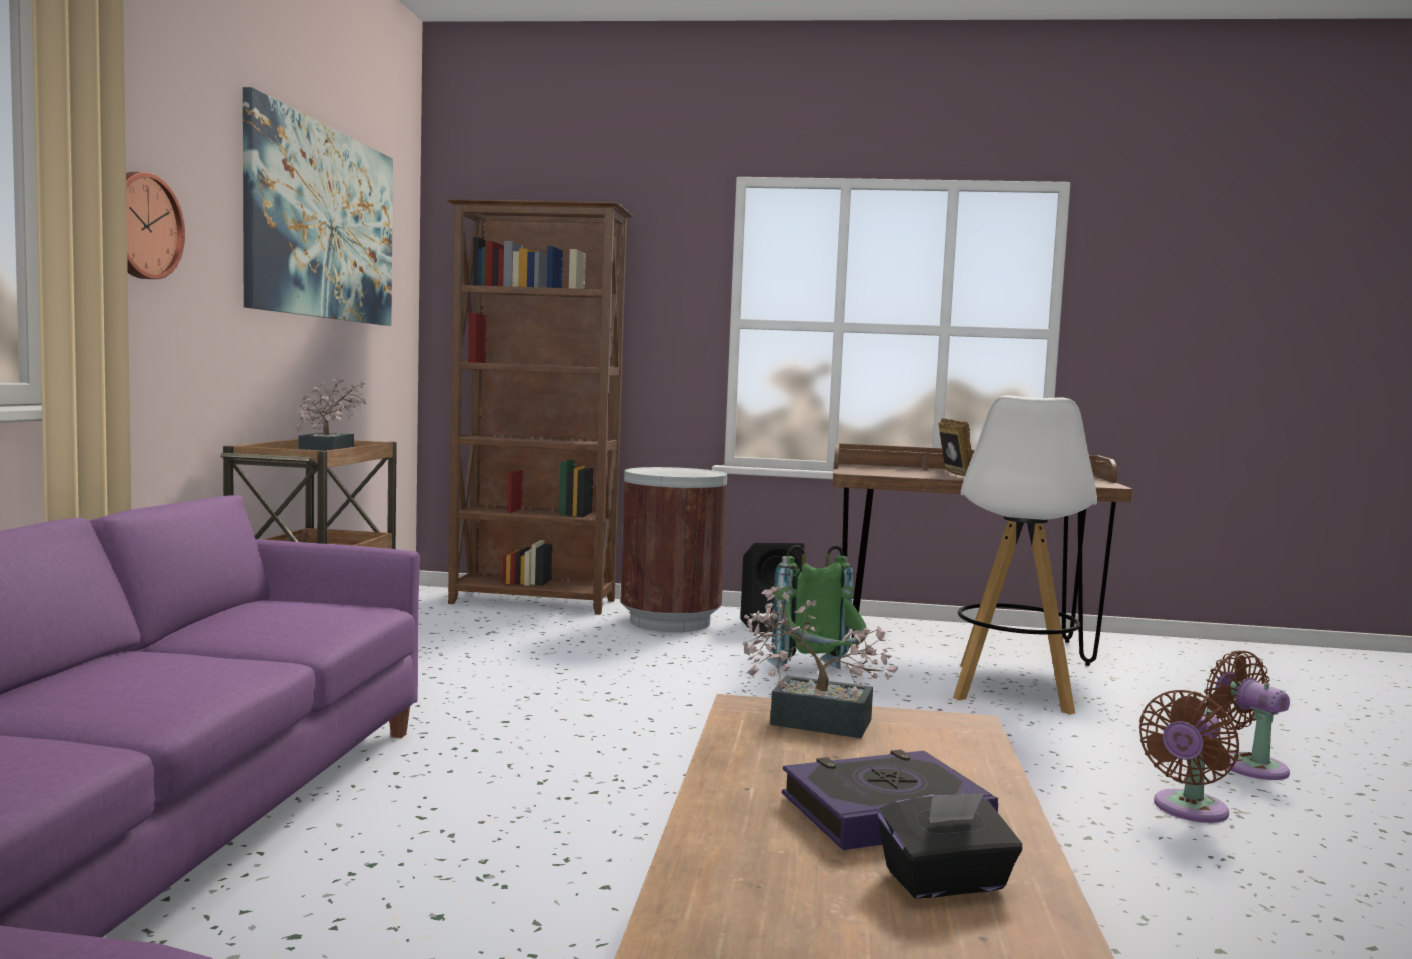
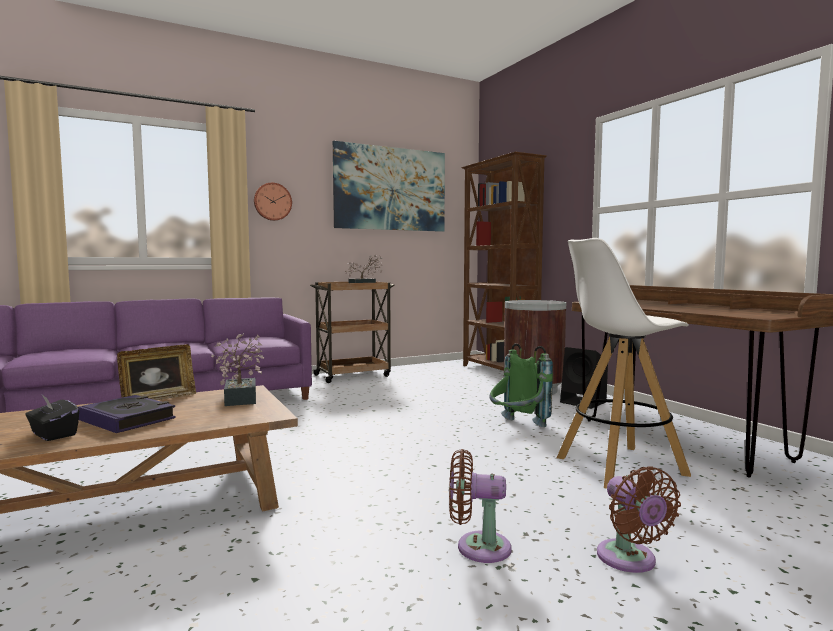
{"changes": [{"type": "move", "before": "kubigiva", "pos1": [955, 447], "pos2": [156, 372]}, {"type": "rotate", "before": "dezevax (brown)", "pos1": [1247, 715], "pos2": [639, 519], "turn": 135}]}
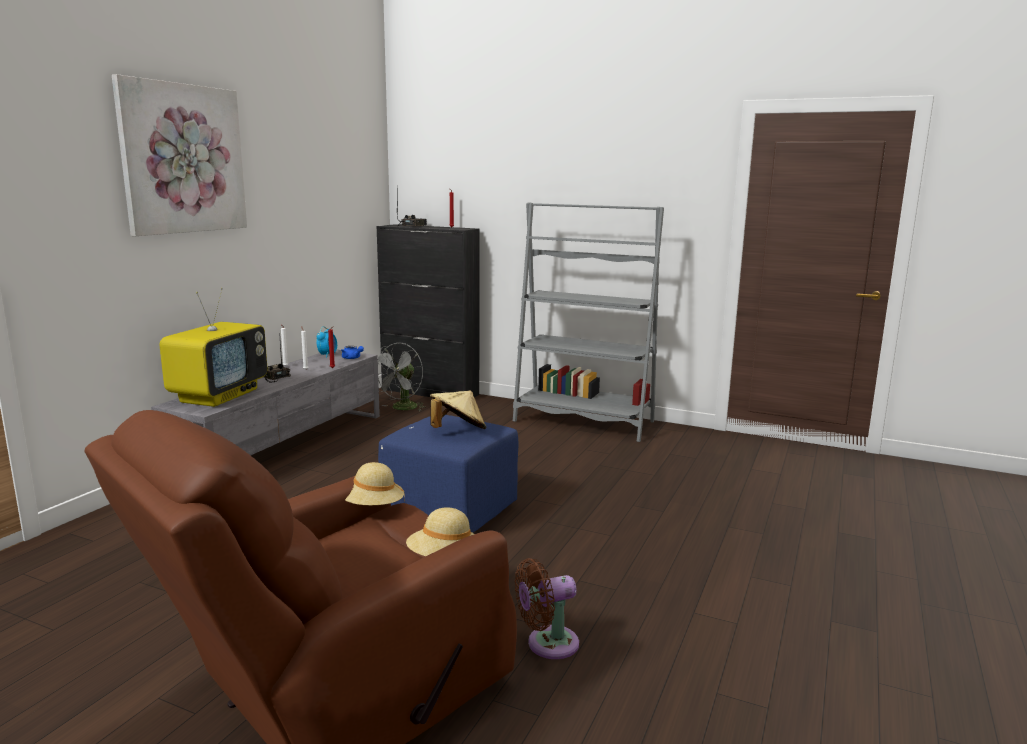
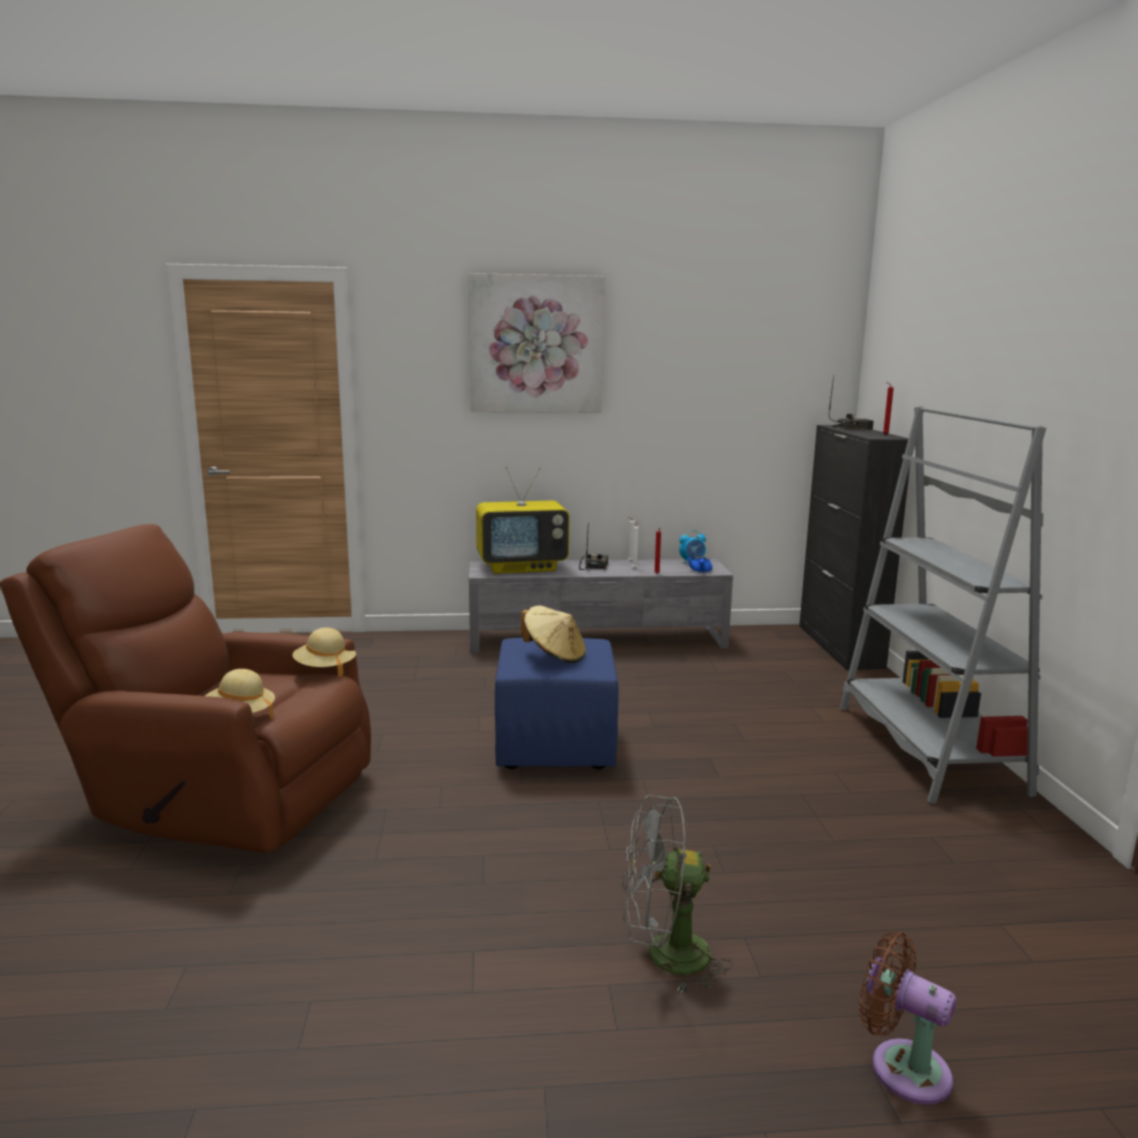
{"changes": [{"type": "move", "before": "dezevax (grey)", "pos1": [402, 377], "pos2": [677, 894]}, {"type": "move", "before": "dezevax (brown)", "pos1": [547, 608], "pos2": [908, 1017]}]}
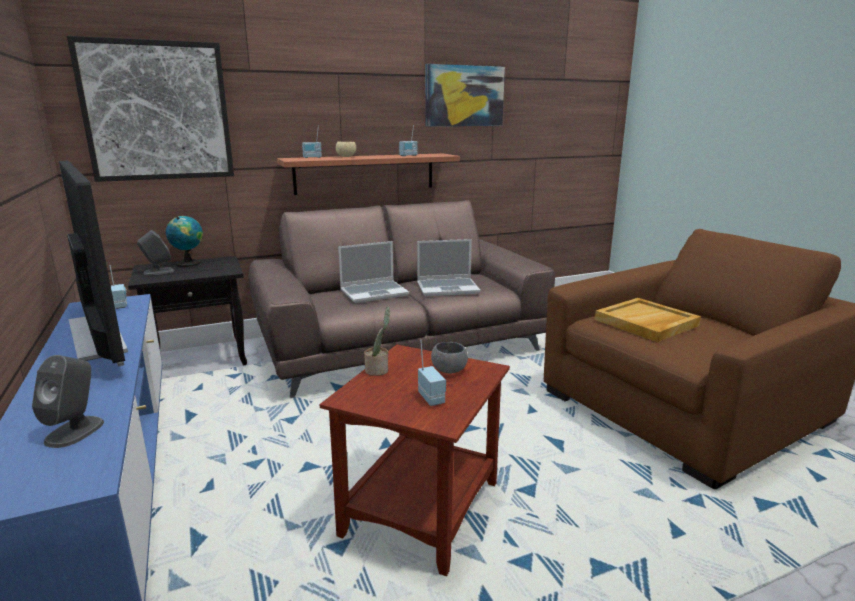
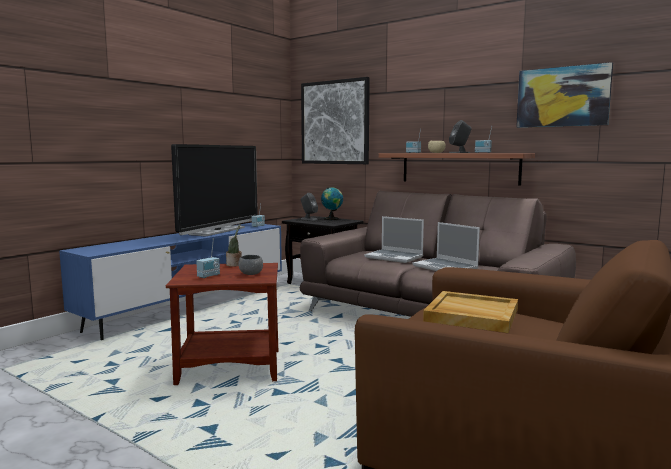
{"changes": [{"type": "move", "before": "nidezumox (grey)", "pos1": [68, 401], "pos2": [460, 136]}]}
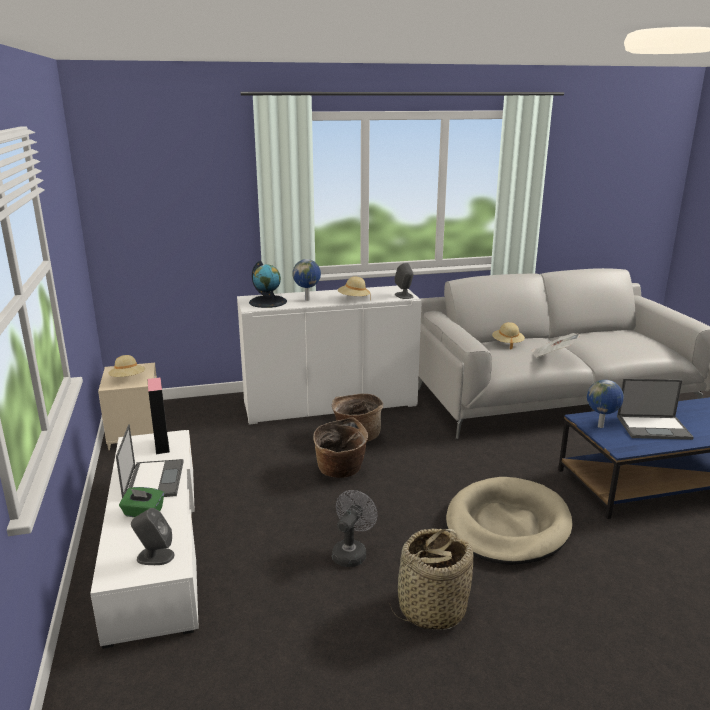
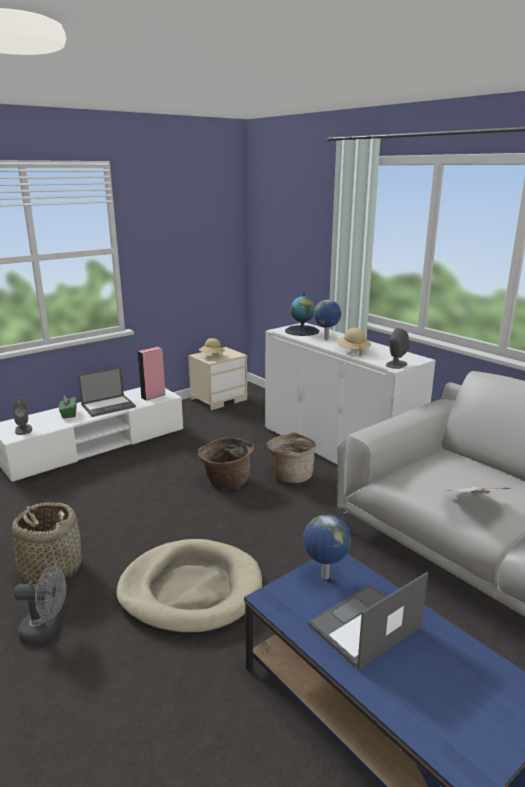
{"changes": [{"type": "delete", "before": "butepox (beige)", "pos1": [508, 336]}, {"type": "rotate", "before": "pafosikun", "pos1": [655, 409], "pos2": [368, 621], "turn": 75}, {"type": "move", "before": "dezevax (grey)", "pos1": [355, 528], "pos2": [40, 605]}]}
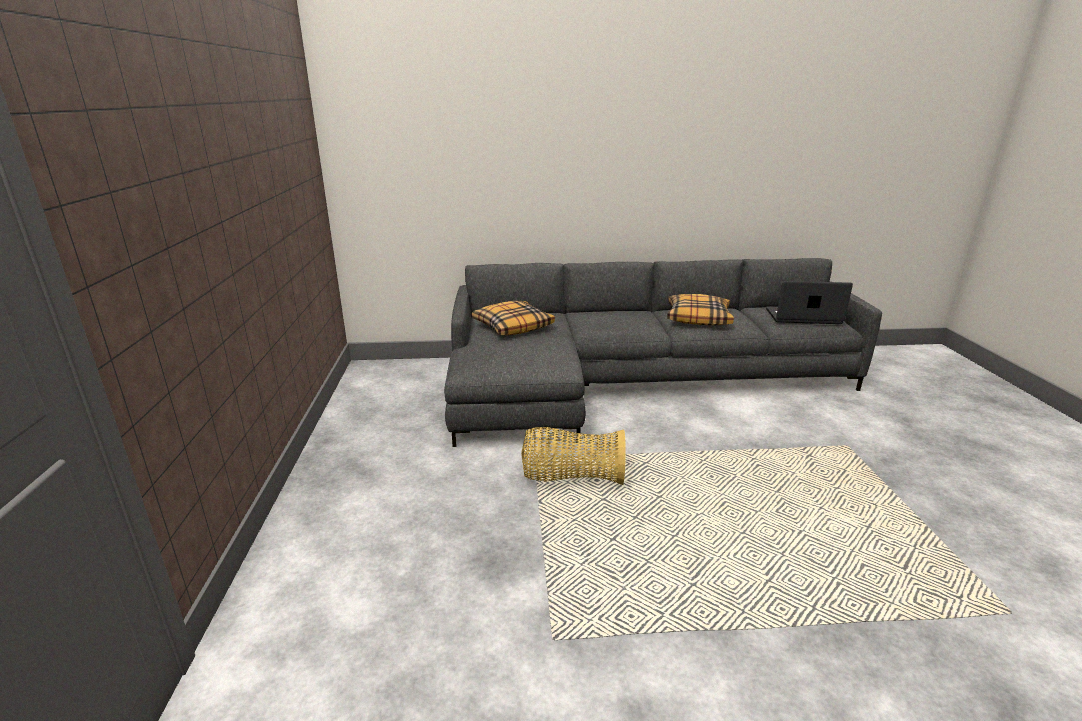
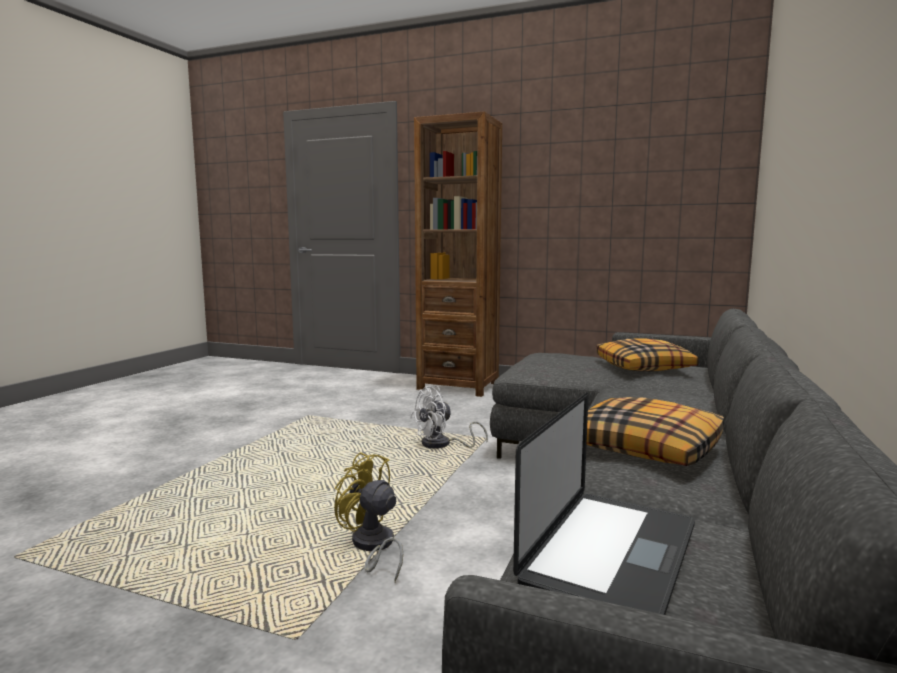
{"changes": [{"type": "replace", "before": "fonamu", "after": "dezevax (white)", "pos1": [573, 456], "pos2": [449, 417]}, {"type": "insert", "after": "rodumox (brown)", "pos2": [458, 254]}, {"type": "insert", "after": "dezevax (yellow)", "pos2": [368, 517]}]}
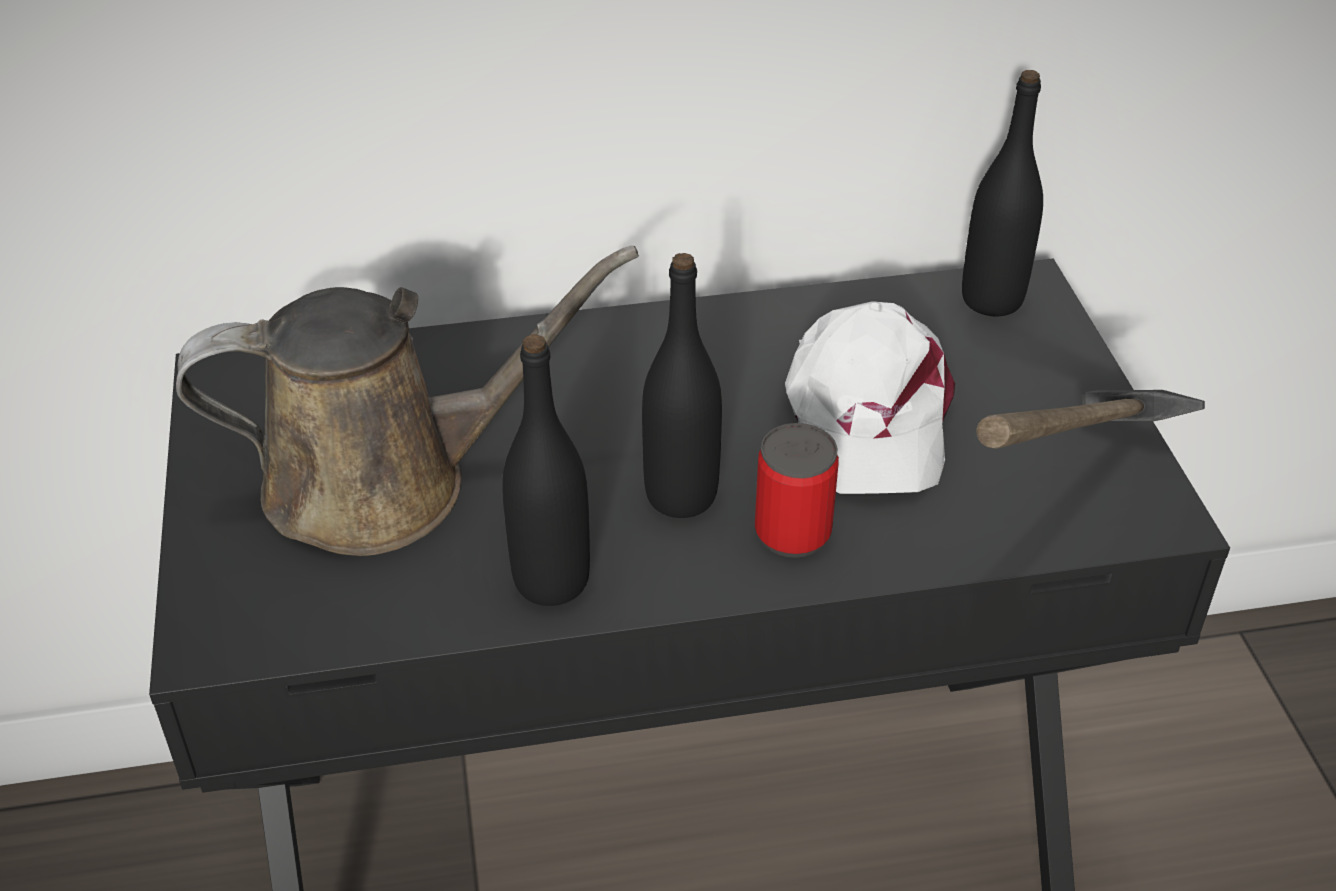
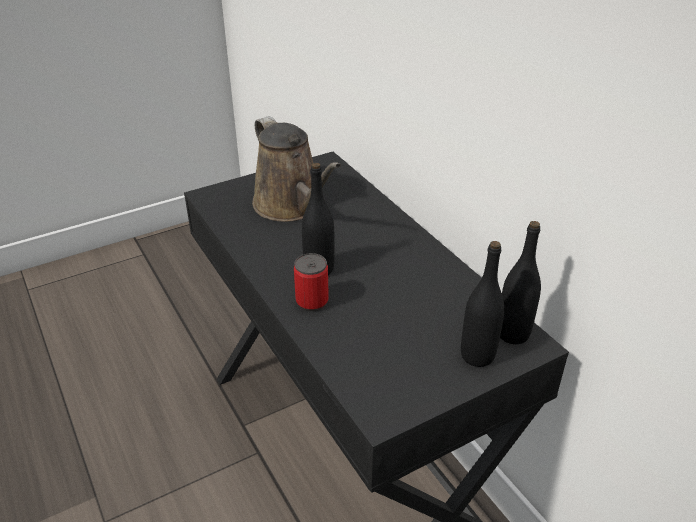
{"changes": [{"type": "delete", "before": "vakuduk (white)", "pos1": [870, 397]}, {"type": "move", "before": "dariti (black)", "pos1": [546, 470], "pos2": [482, 304]}, {"type": "delete", "before": "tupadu", "pos1": [1090, 419]}]}
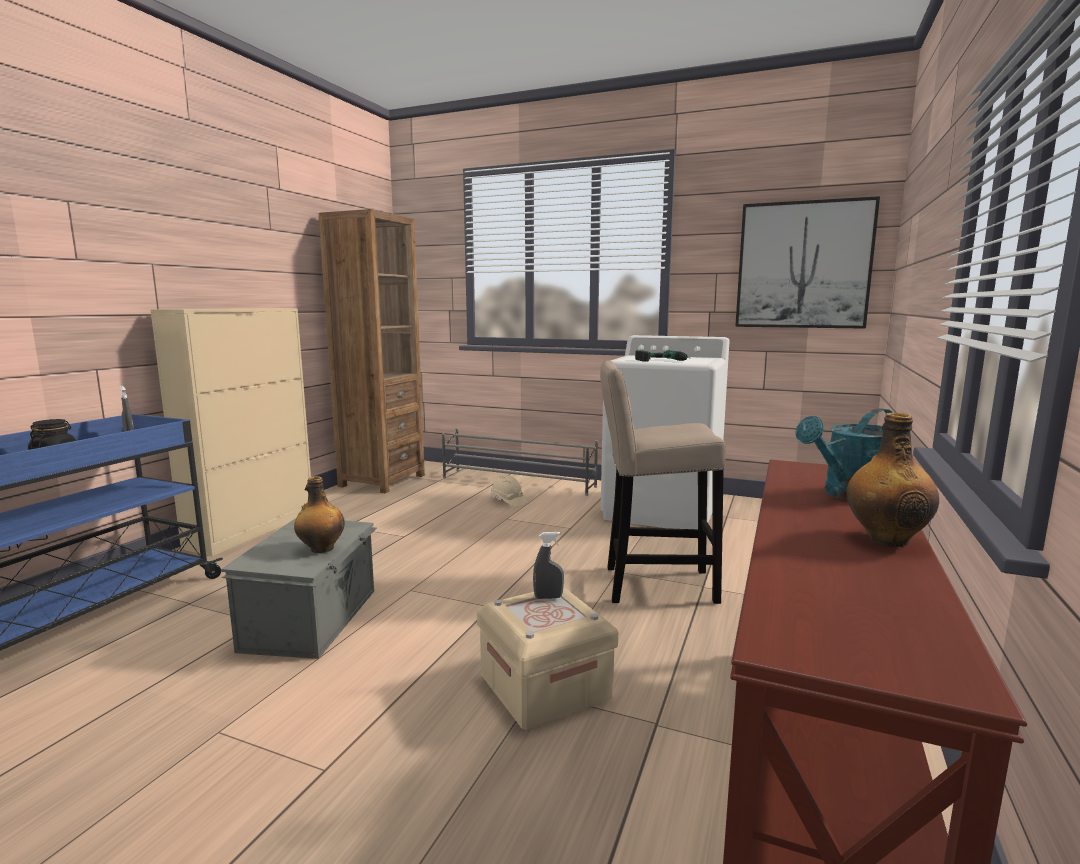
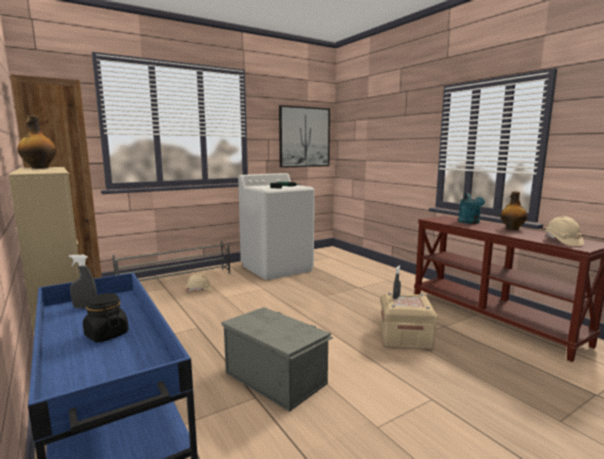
{"changes": [{"type": "delete", "before": "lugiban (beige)", "pos1": [663, 482]}, {"type": "move", "before": "dariti", "pos1": [319, 514], "pos2": [37, 142]}, {"type": "insert", "after": "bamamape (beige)", "pos2": [564, 231]}]}
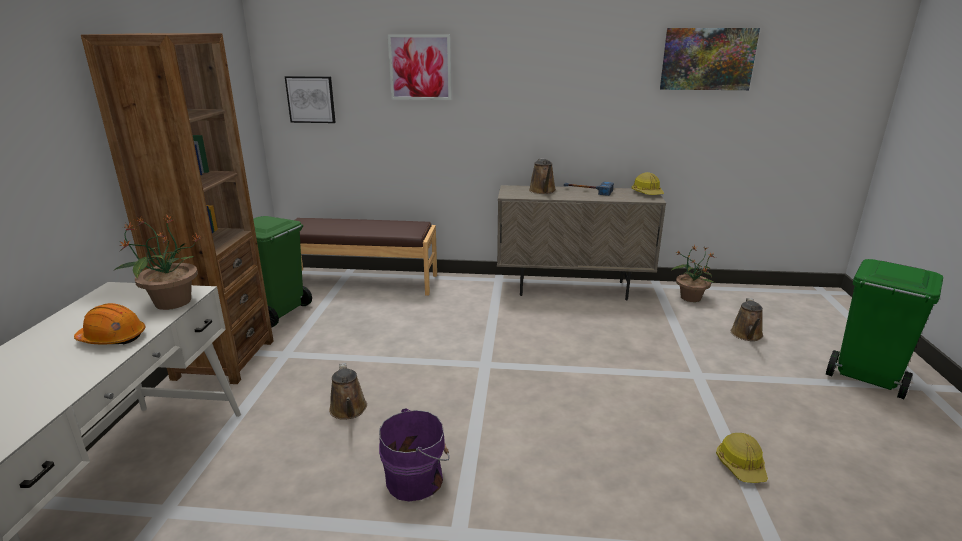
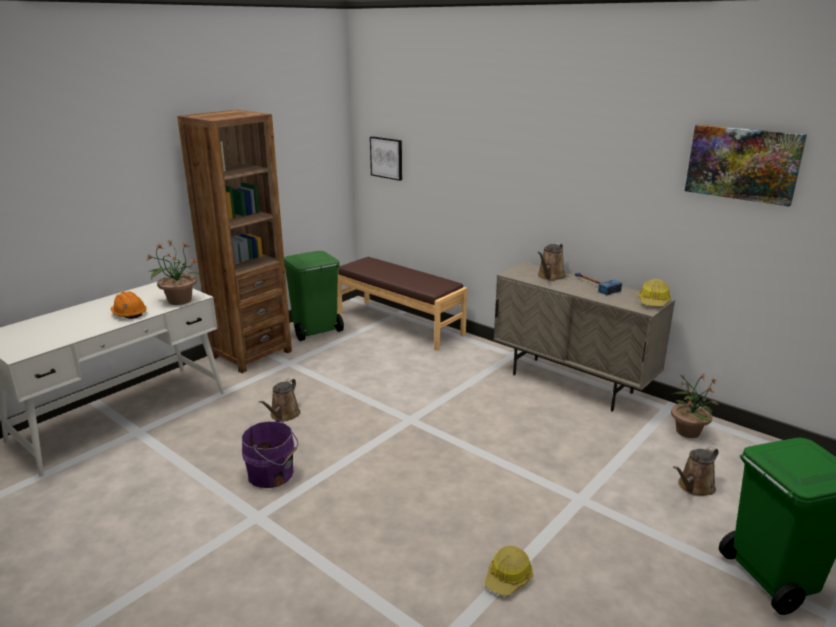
{"changes": [{"type": "delete", "before": "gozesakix", "pos1": [420, 67]}]}
